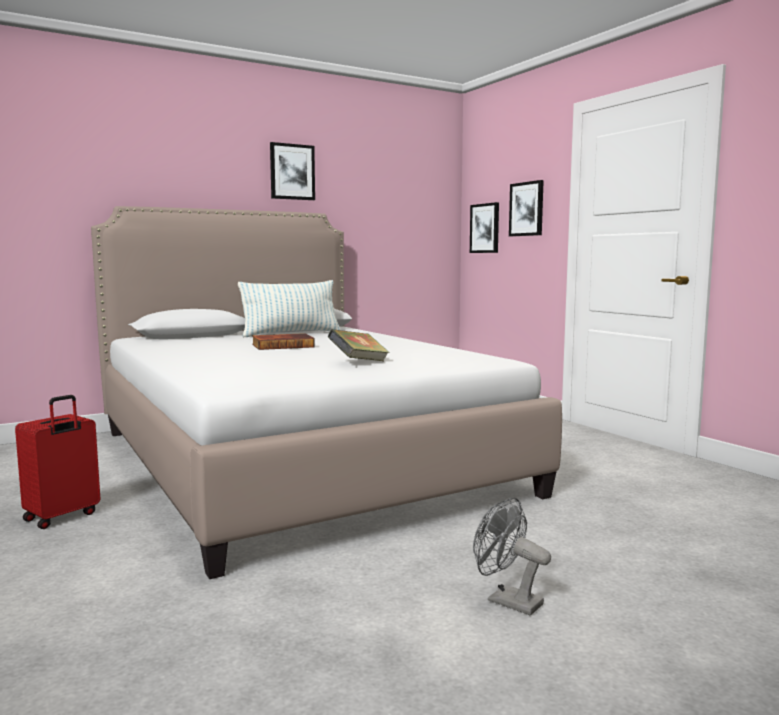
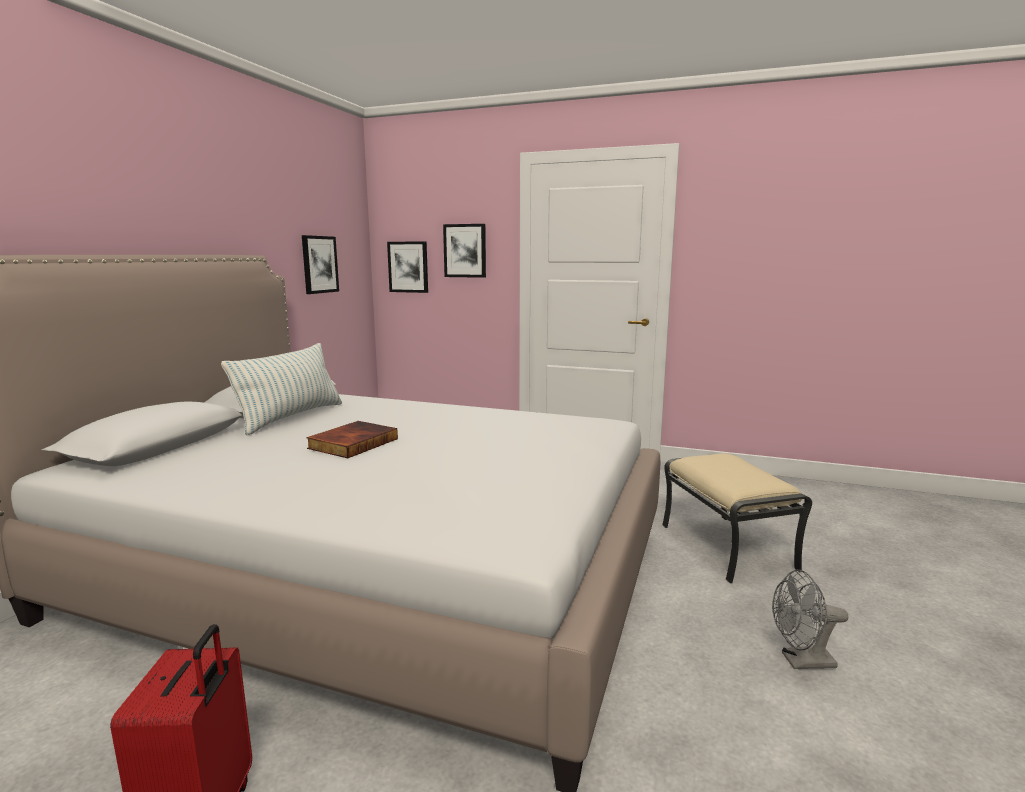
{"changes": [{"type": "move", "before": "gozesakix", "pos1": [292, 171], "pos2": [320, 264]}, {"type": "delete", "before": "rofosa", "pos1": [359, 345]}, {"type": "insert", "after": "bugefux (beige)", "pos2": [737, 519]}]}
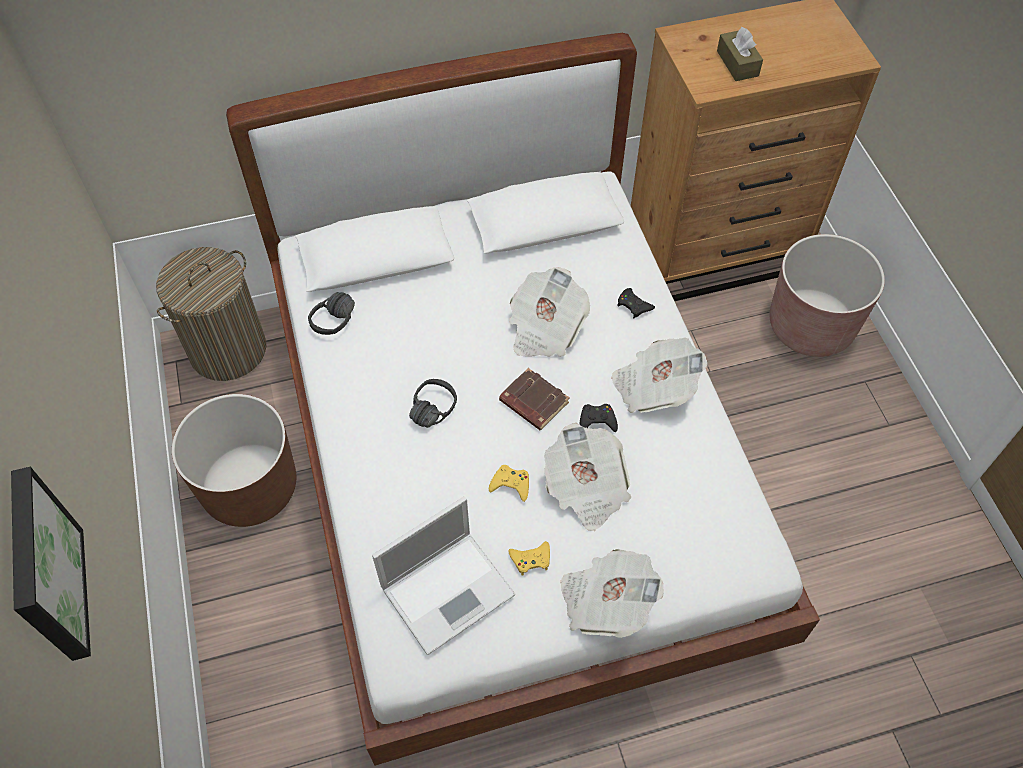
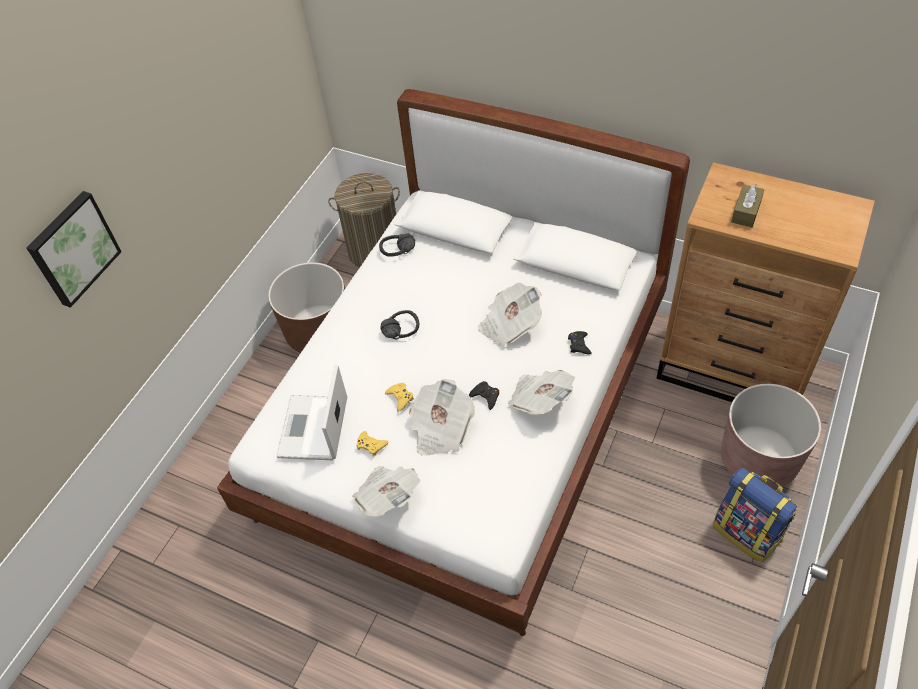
{"changes": [{"type": "delete", "before": "rofosa (brown)", "pos1": [534, 399]}, {"type": "rotate", "before": "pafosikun", "pos1": [443, 575], "pos2": [311, 412], "turn": 90}, {"type": "insert", "after": "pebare", "pos2": [755, 515]}]}
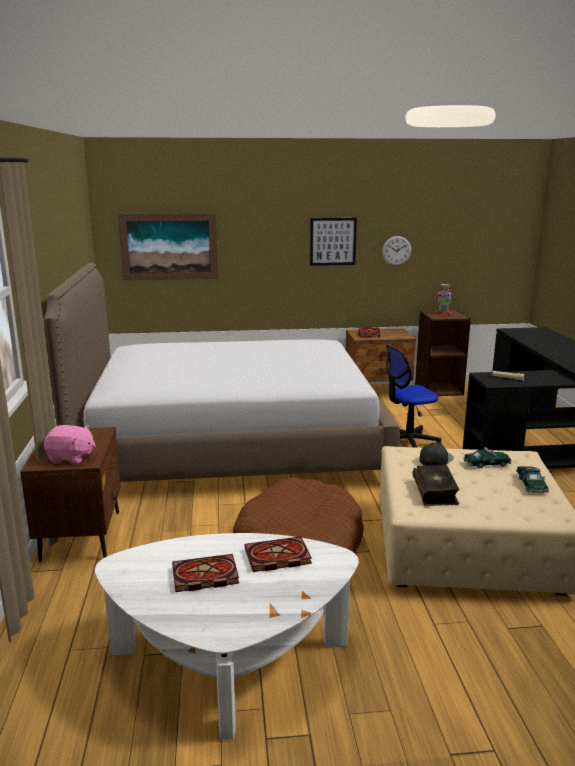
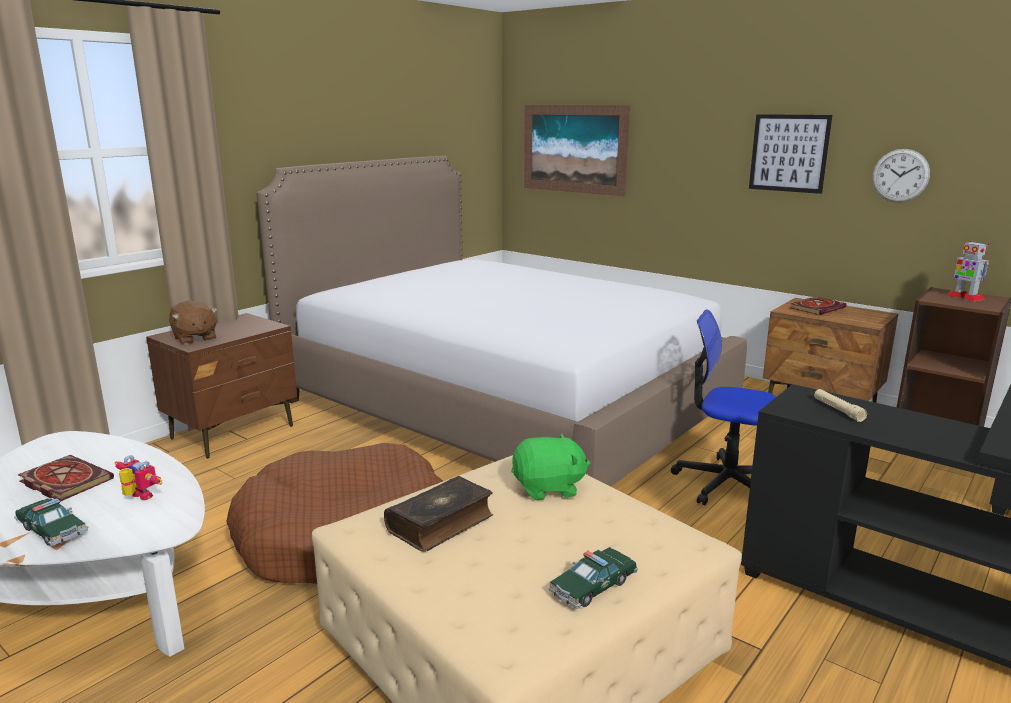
{"changes": [{"type": "recolor", "before": "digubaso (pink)", "after": "digubaso (brown)", "pos1": [70, 445], "pos2": [193, 323]}, {"type": "replace", "before": "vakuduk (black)", "after": "digubaso (green)", "pos1": [436, 454], "pos2": [550, 467]}, {"type": "move", "before": "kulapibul", "pos1": [487, 457], "pos2": [51, 522]}, {"type": "replace", "before": "rofosa", "after": "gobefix", "pos1": [278, 554], "pos2": [138, 477]}]}
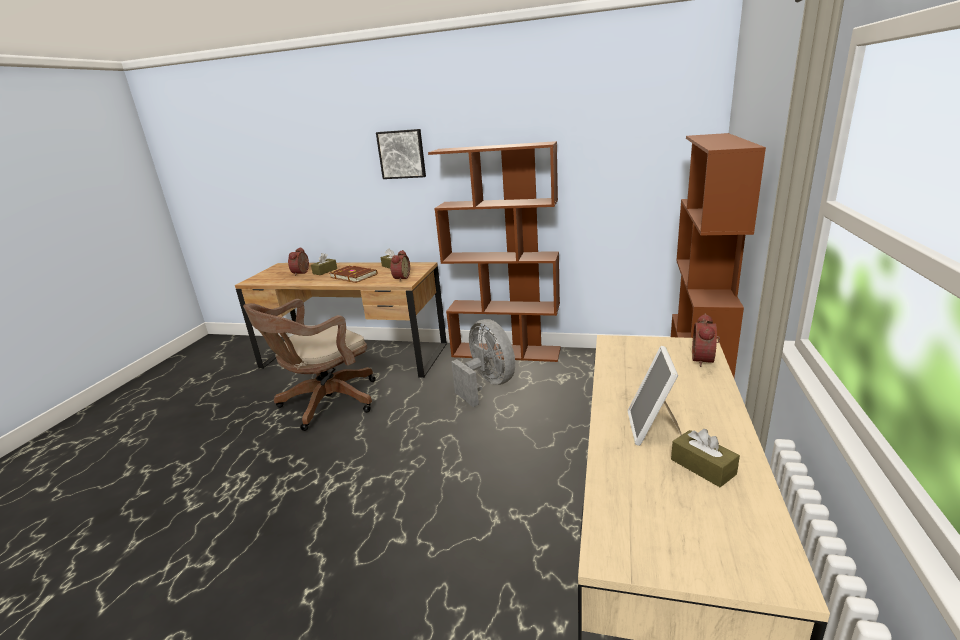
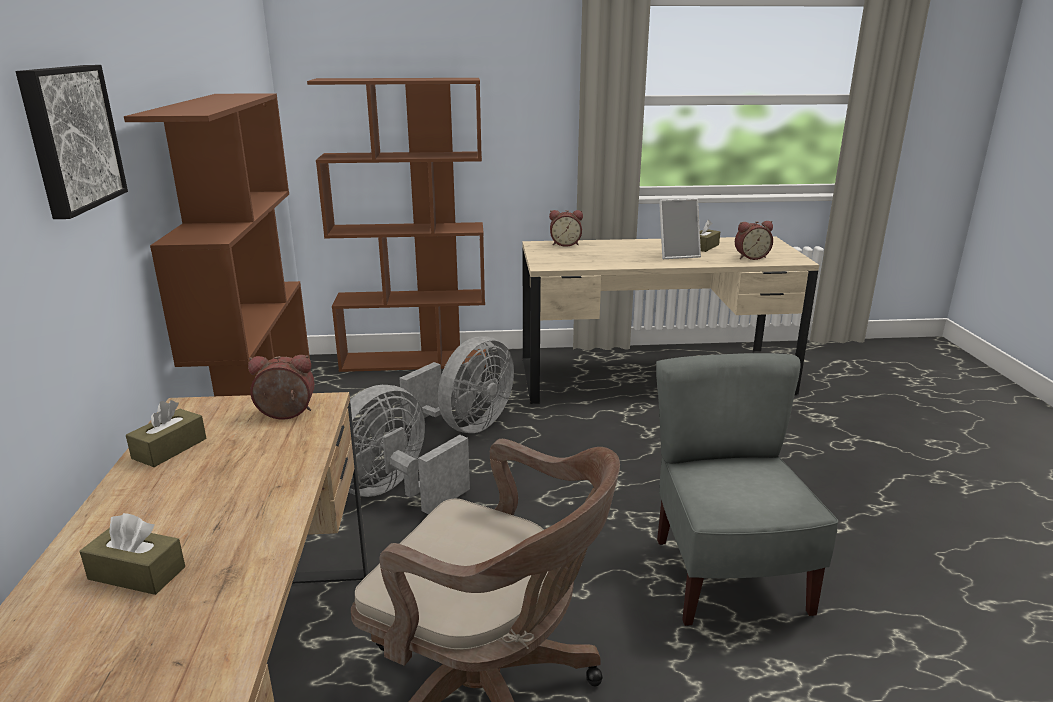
{"changes": [{"type": "move", "before": "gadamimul", "pos1": [298, 261], "pos2": [754, 240]}, {"type": "delete", "before": "rofosa (brown)", "pos1": [353, 274]}, {"type": "insert", "after": "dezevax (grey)", "pos2": [456, 384]}, {"type": "insert", "after": "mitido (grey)", "pos2": [747, 489]}]}
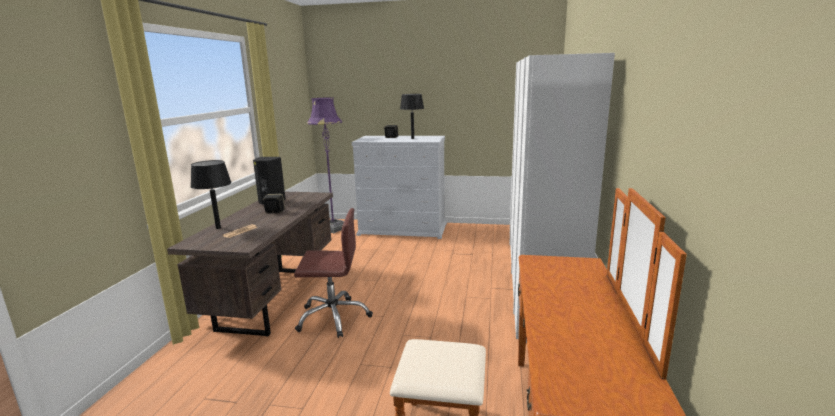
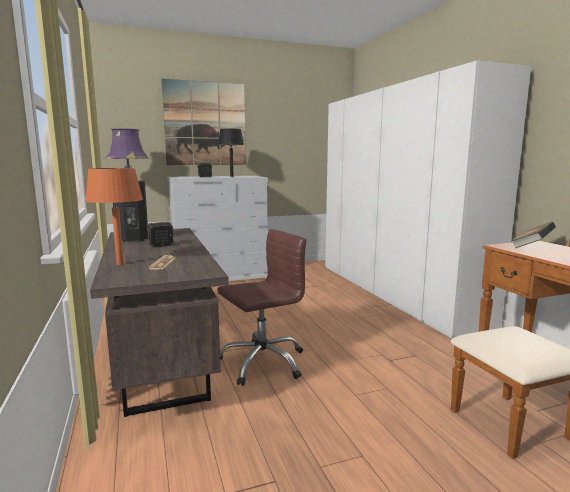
{"changes": [{"type": "recolor", "before": "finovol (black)", "after": "finovol (orange)", "pos1": [211, 194], "pos2": [114, 216]}, {"type": "insert", "after": "gozesakix", "pos2": [203, 122]}, {"type": "insert", "after": "rofosa", "pos2": [534, 235]}]}
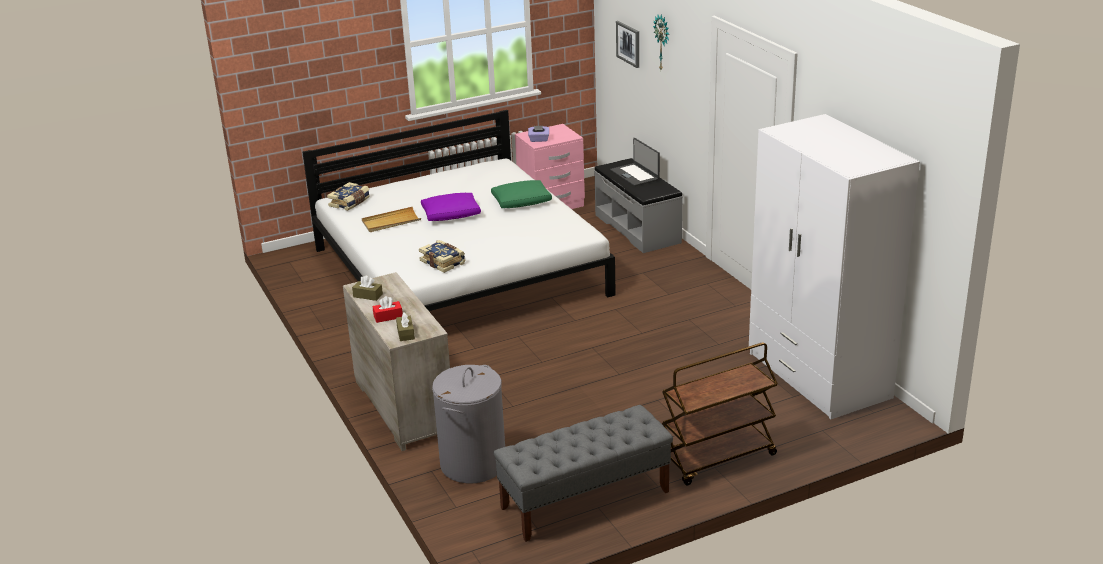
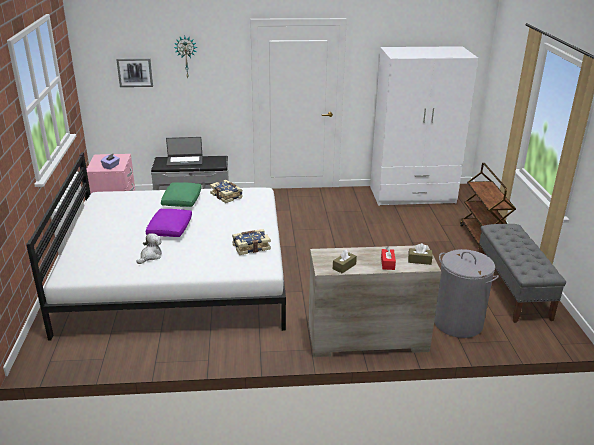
{"changes": [{"type": "move", "before": "rofosa", "pos1": [348, 196], "pos2": [226, 191]}, {"type": "replace", "before": "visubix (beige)", "after": "digubaso", "pos1": [391, 219], "pos2": [149, 248]}]}
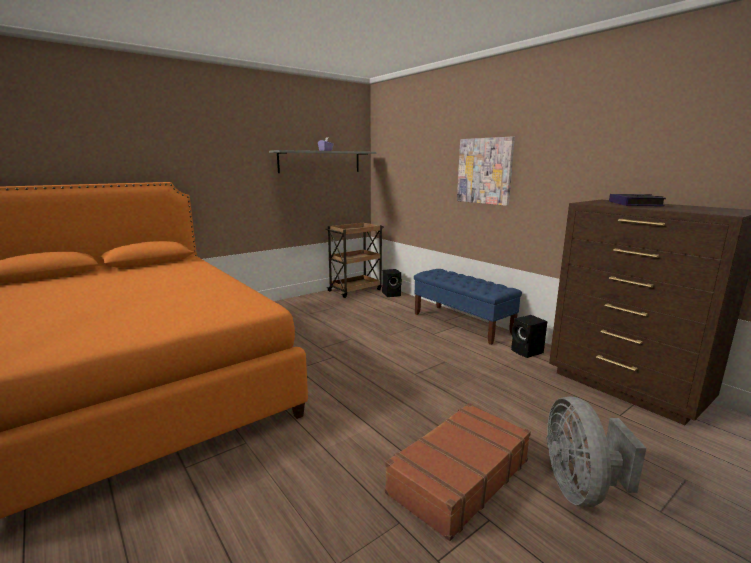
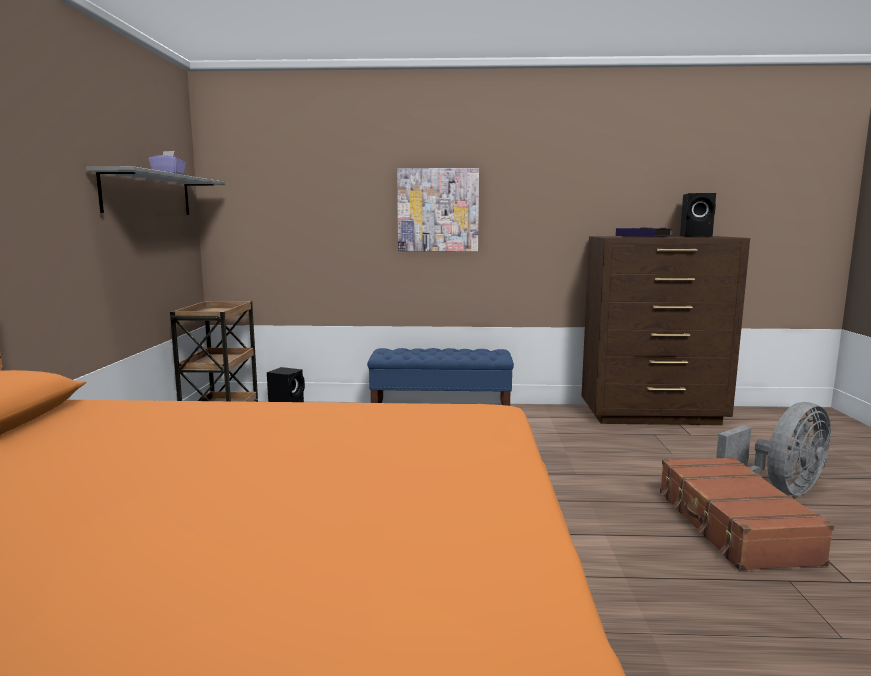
{"changes": [{"type": "move", "before": "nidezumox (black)", "pos1": [529, 336], "pos2": [698, 215]}, {"type": "rotate", "before": "dezevax (grey)", "pos1": [596, 451], "pos2": [773, 448], "turn": -75}]}
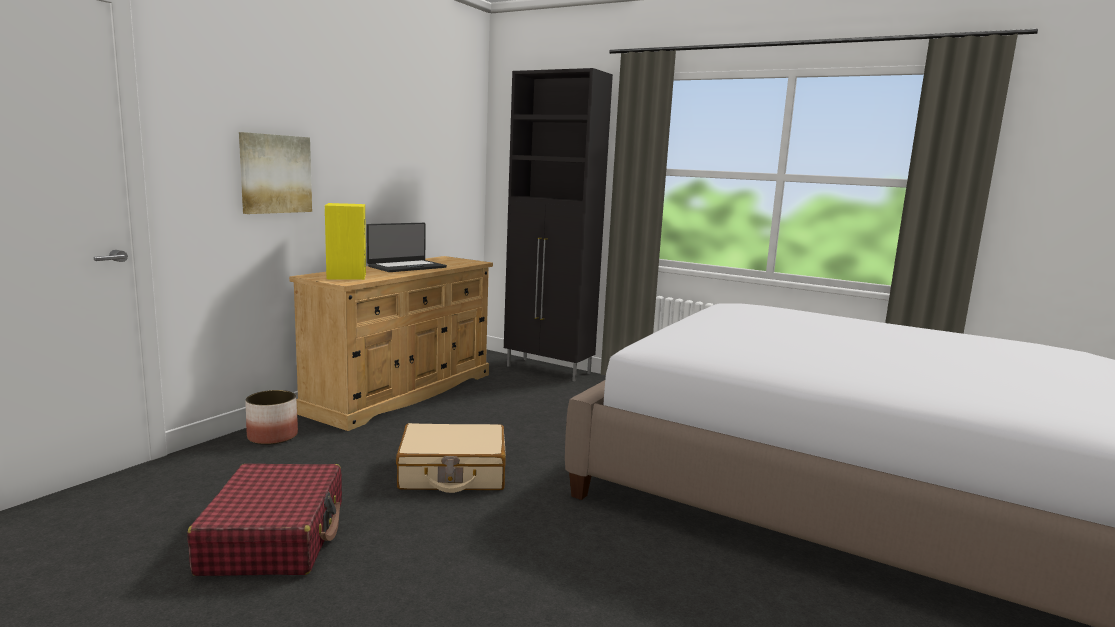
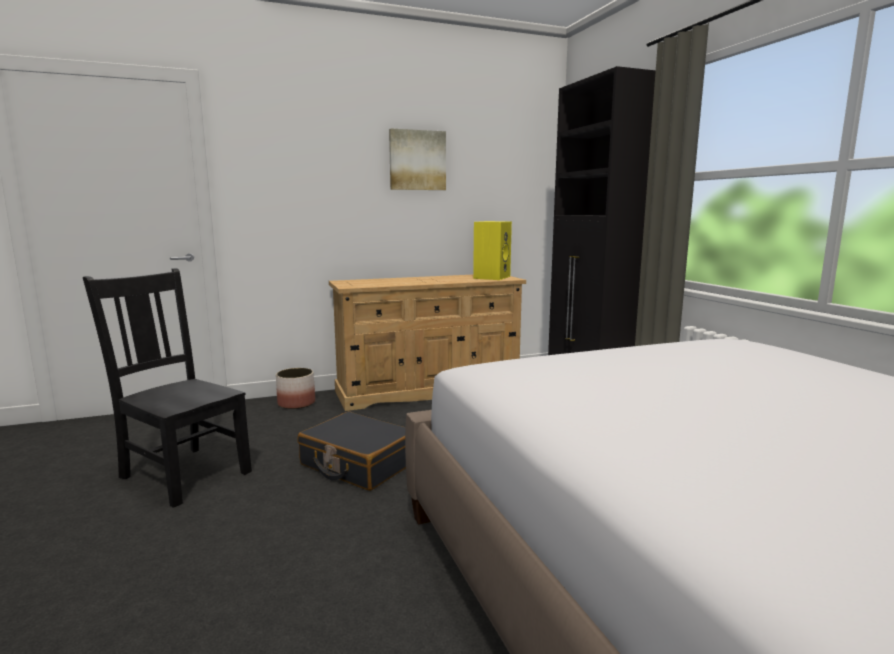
{"changes": [{"type": "move", "before": "gozesakix", "pos1": [275, 173], "pos2": [417, 159]}, {"type": "move", "before": "nidezumox (yellow)", "pos1": [345, 241], "pos2": [492, 250]}, {"type": "delete", "before": "pafosikun", "pos1": [406, 247]}, {"type": "recolor", "before": "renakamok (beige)", "after": "renakamok (black)", "pos1": [451, 458], "pos2": [351, 451]}, {"type": "replace", "before": "renakamok (red)", "after": "mitido (black)", "pos1": [265, 520], "pos2": [167, 388]}]}
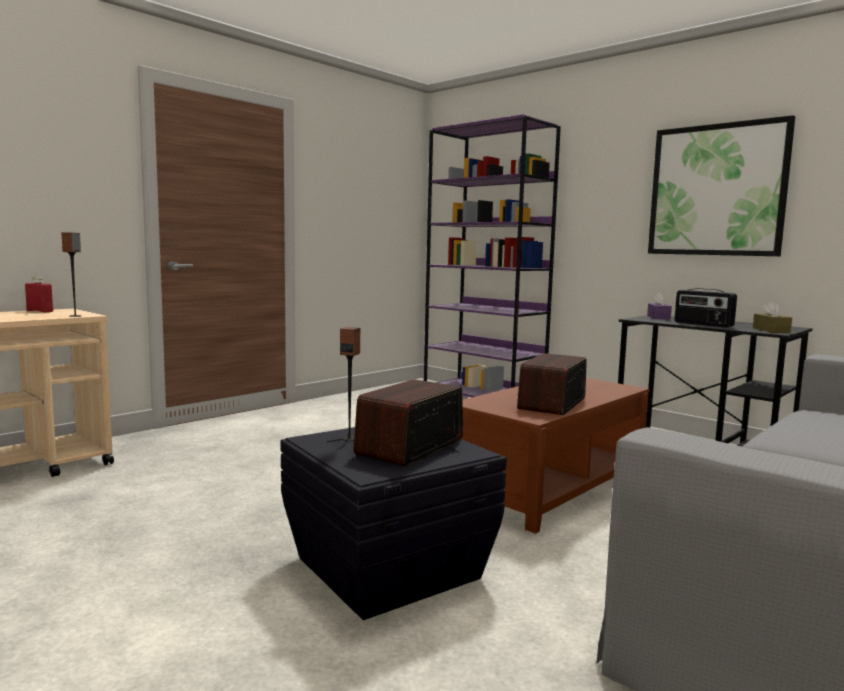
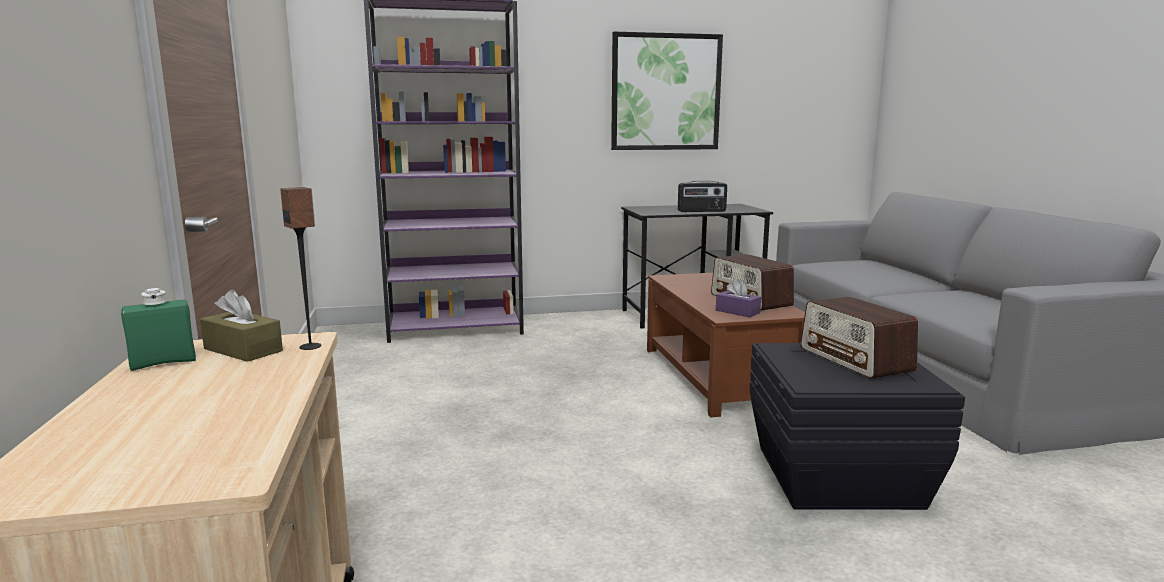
{"changes": [{"type": "recolor", "before": "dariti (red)", "after": "dariti (green)", "pos1": [39, 294], "pos2": [158, 329]}, {"type": "move", "before": "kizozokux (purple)", "pos1": [659, 305], "pos2": [738, 298]}, {"type": "move", "before": "kizozokux (brown)", "pos1": [772, 317], "pos2": [241, 325]}, {"type": "delete", "before": "nidezumox", "pos1": [350, 384]}]}
